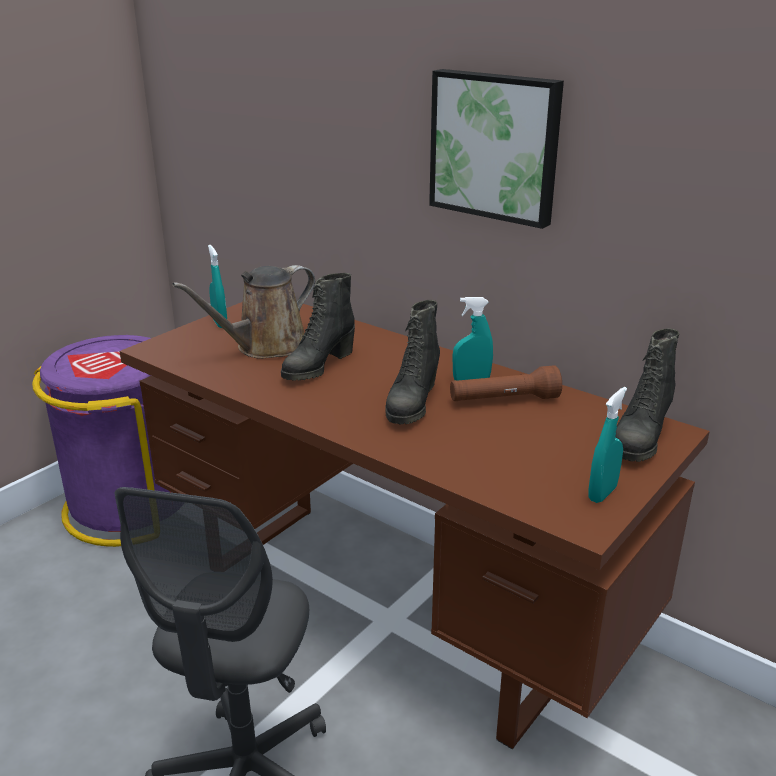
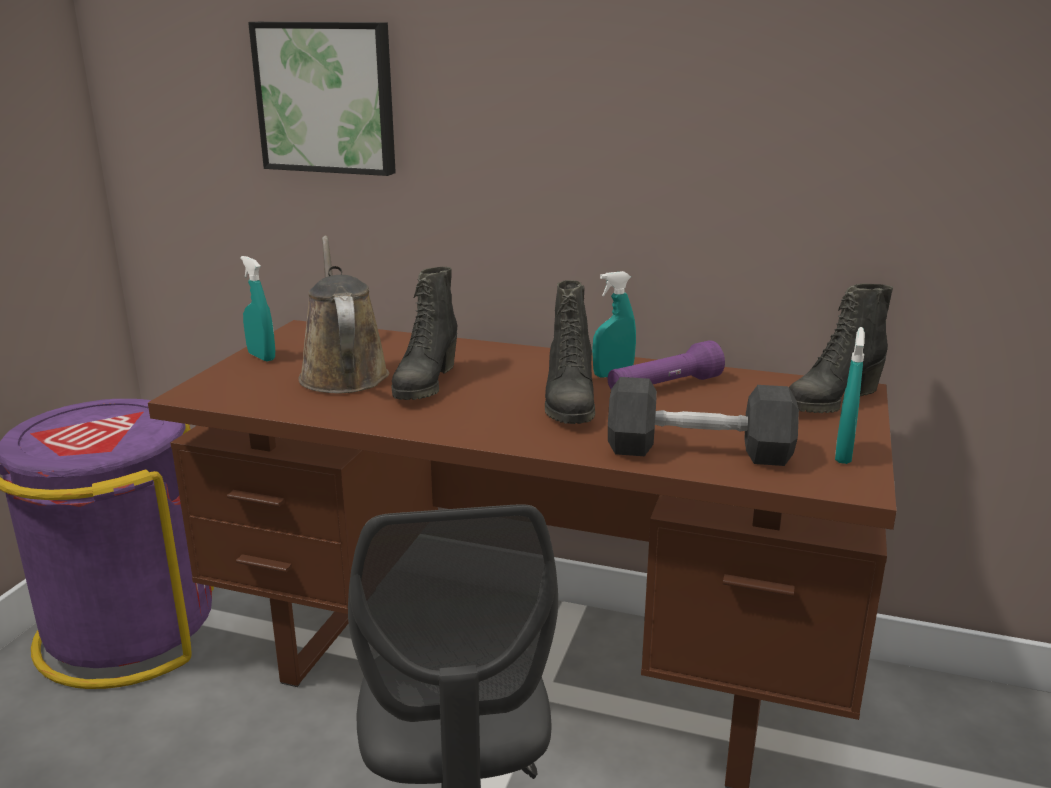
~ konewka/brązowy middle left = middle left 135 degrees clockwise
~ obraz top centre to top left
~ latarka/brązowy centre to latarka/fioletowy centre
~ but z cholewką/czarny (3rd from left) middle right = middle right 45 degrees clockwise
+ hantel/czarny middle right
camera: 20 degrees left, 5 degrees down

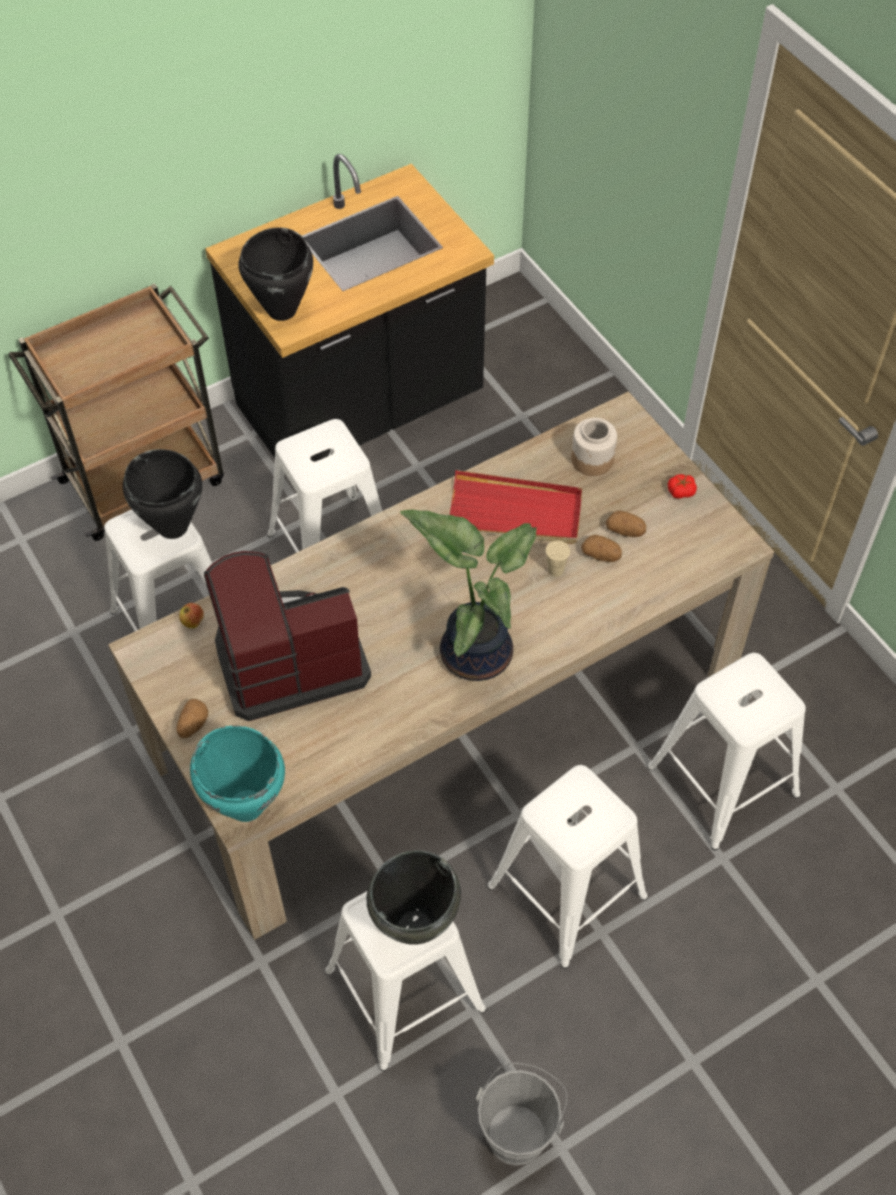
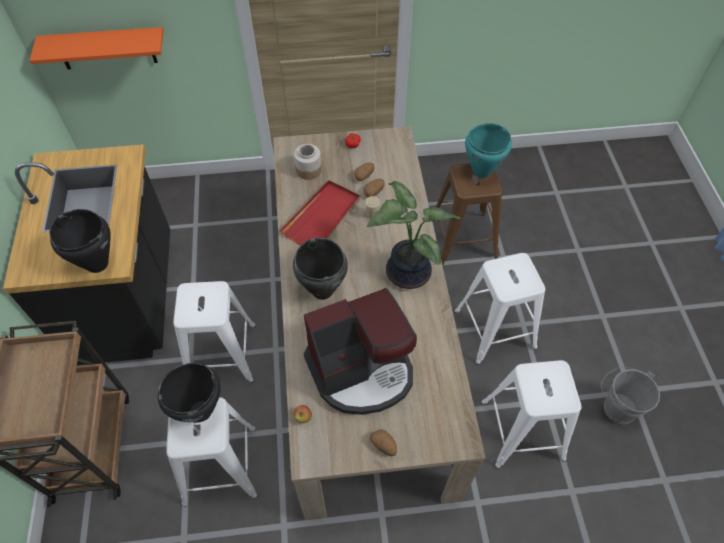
~ garnek/turkusowy middle left to top right
~ ekspres do kawy middle left = centre 120 degrees counterclockwise
~ garnek/czarny (3rd from left) bottom centre to centre
~ stołek/biały (5th from left) middle right to stołek/brązowy centre
+ półka/pomarańczowy top left
camera: 65 degrees left, 0 degrees up

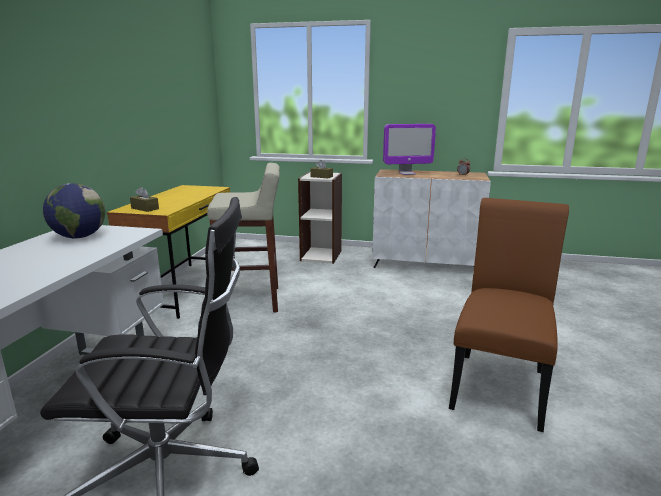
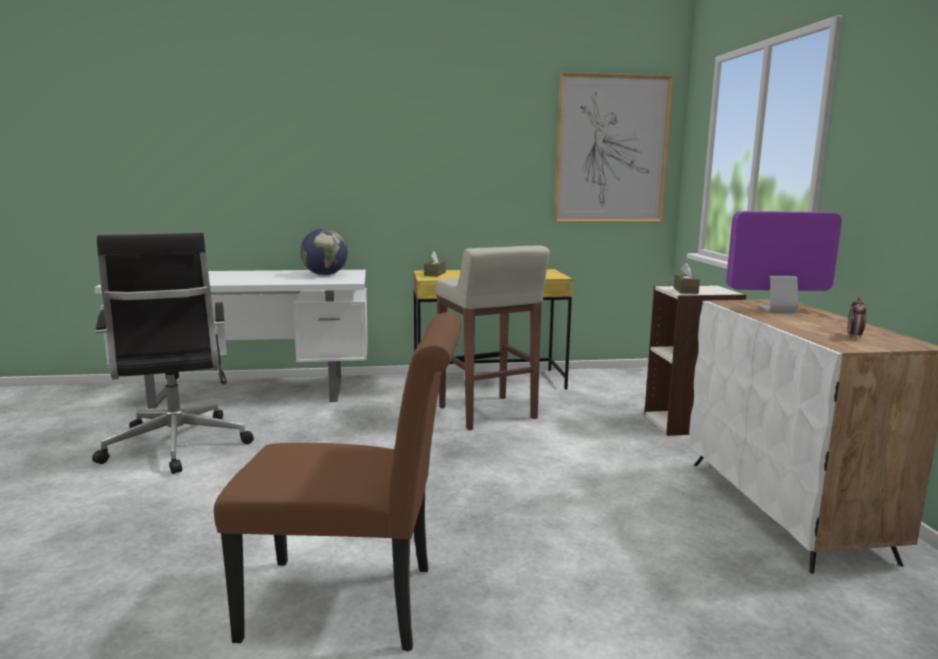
~ monitor top centre = middle right 120 degrees clockwise
+ obraz top centre
camera: 70 degrees right, 5 degrees down

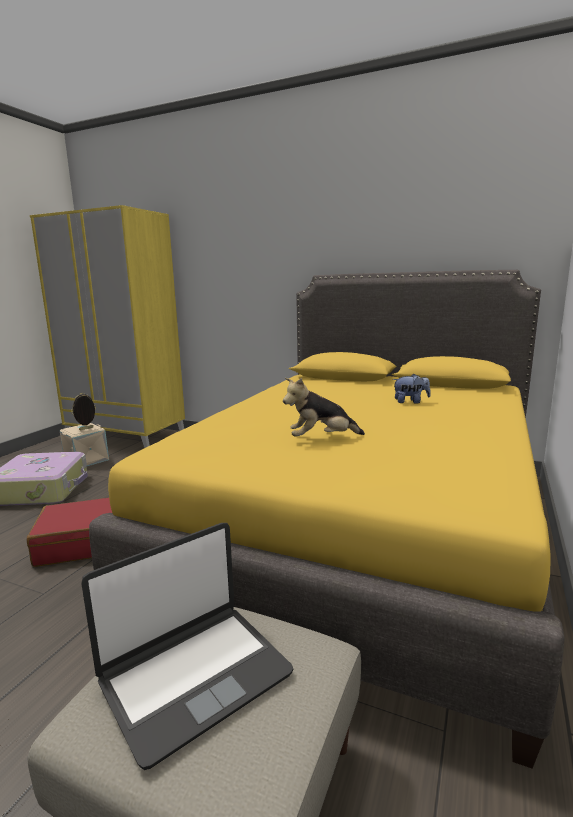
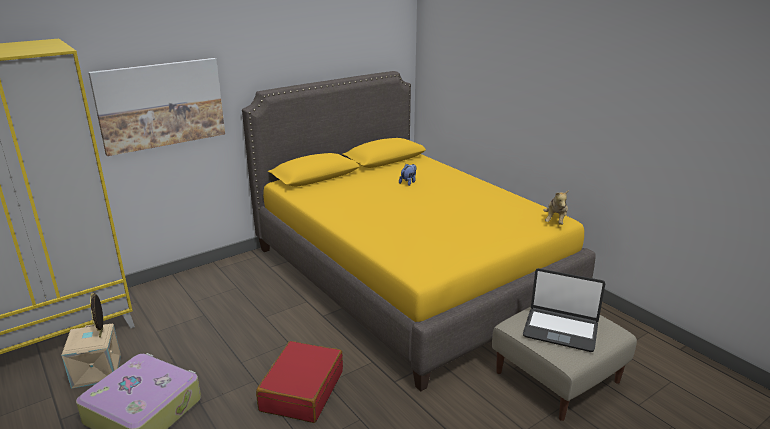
~ laptop bottom left = bottom right 120 degrees clockwise
~ pluszak (1st from left in the first image) centre to pluszak (2nd from left) middle right
+ obraz top left
camera: 60 degrees left, 10 degrees up

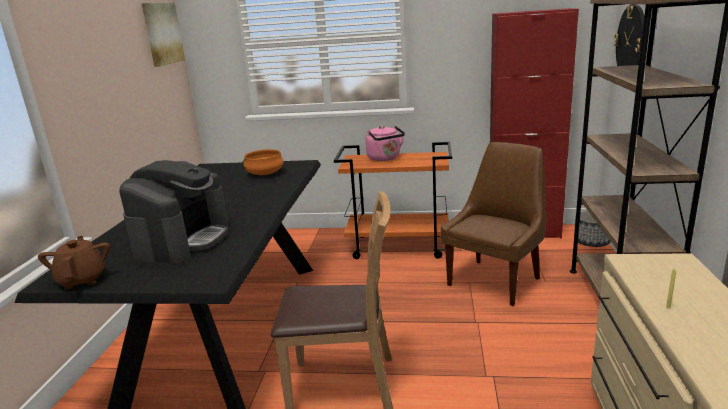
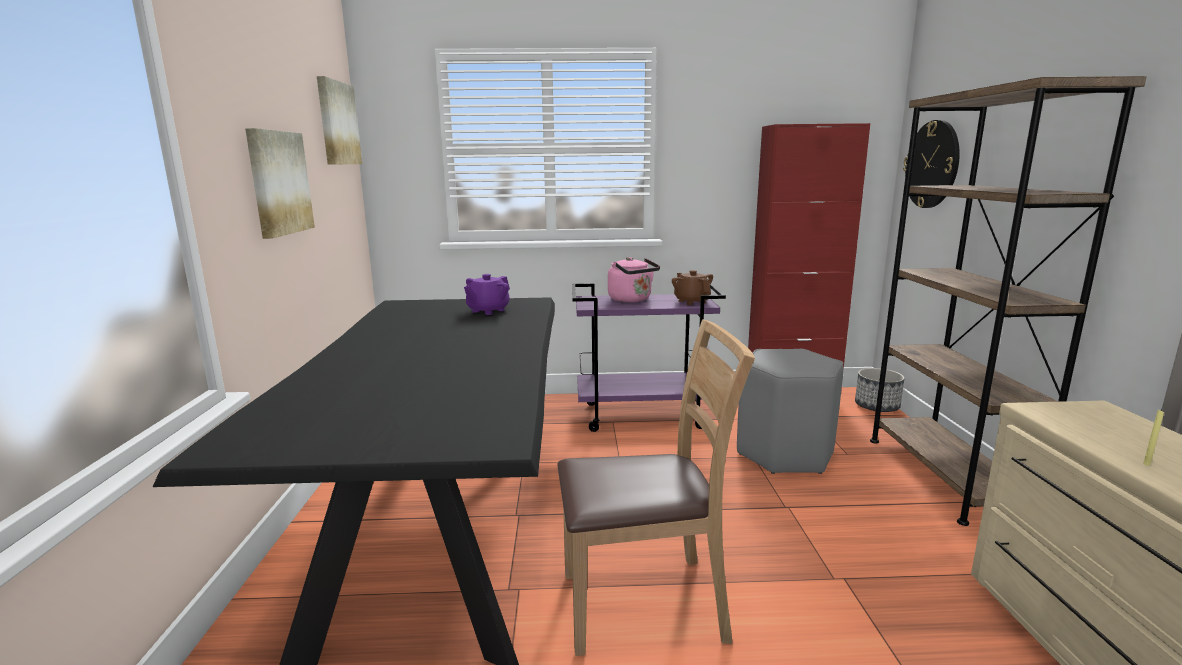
~ imbryk/brązowy middle left to centre
- ekspres do kawy middle left
~ garnek/pomarańczowy centre to imbryk/fioletowy centre
~ wózek/pomarańczowy centre to wózek/fioletowy centre
~ krzesło/brązowy (2nd from left) middle right to stołek/szary middle right
+ obraz (1st from left) top left
camera: 10 degrees left, 5 degrees down

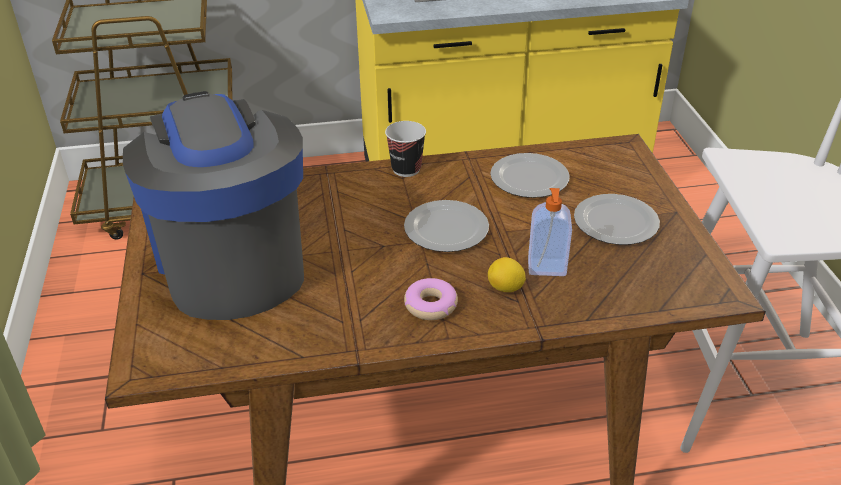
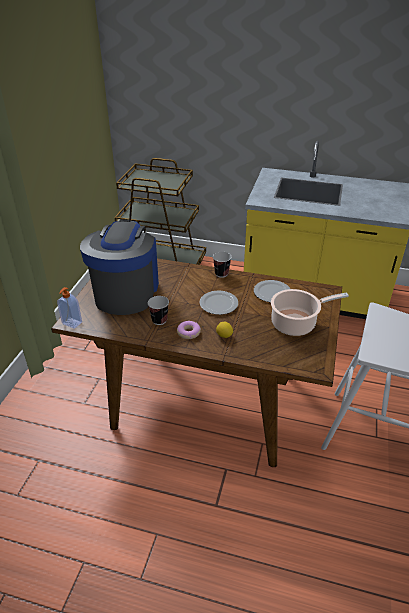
~ dozownik mydła centre to middle left
~ talerz (3rd from left) middle right to garnek middle right
+ filiżanka (1st from left) centre
camera: 25 degrees right, 0 degrees up

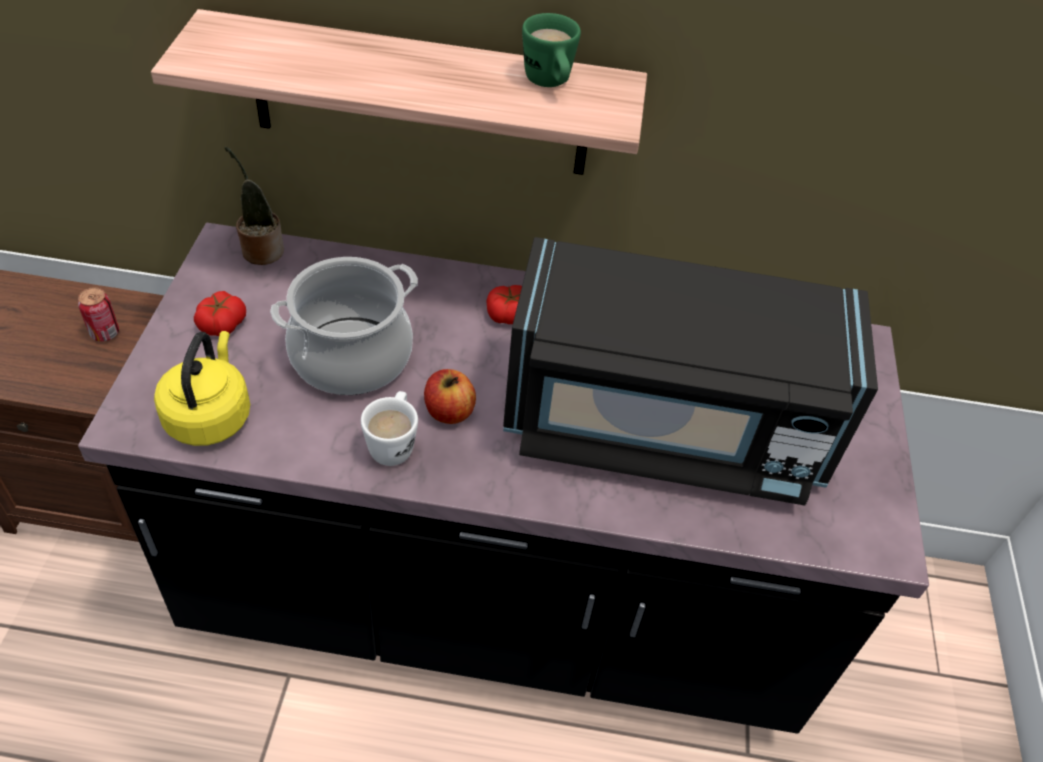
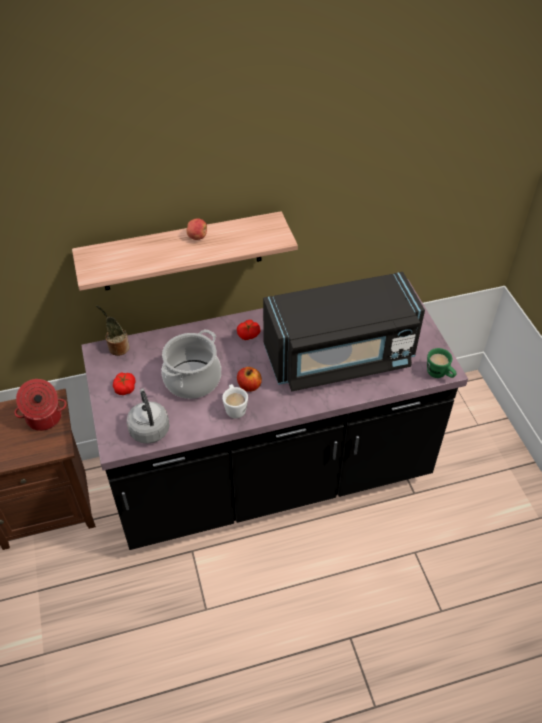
~ puszka middle left to garnek (1st from left) middle left
~ czajnik/żółty middle left to czajnik/szary middle left
~ kubek/zielony top centre to middle right
+ jabłko (1st from left) top centre
camera: 20 degrees left, 0 degrees up

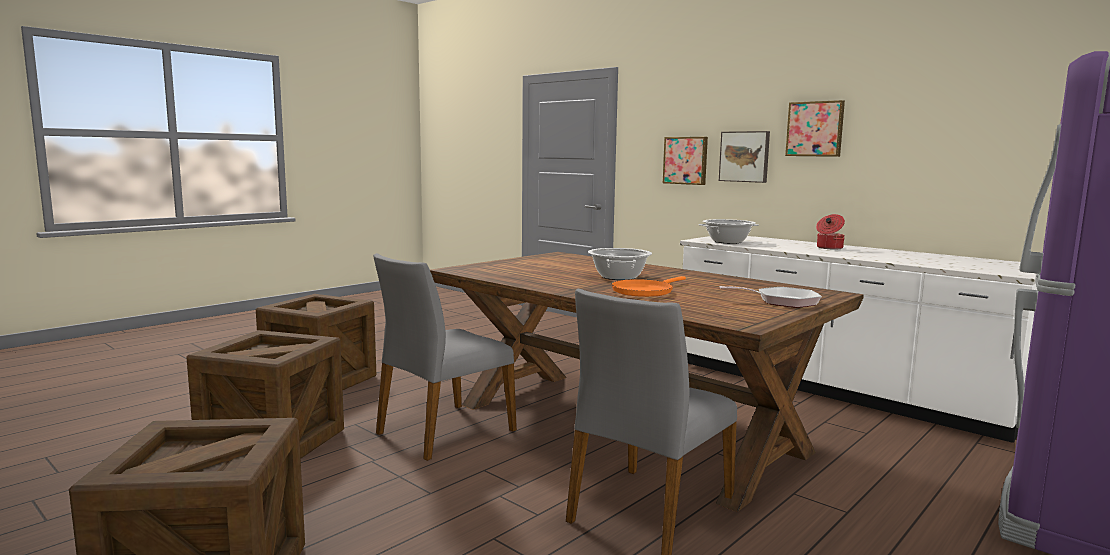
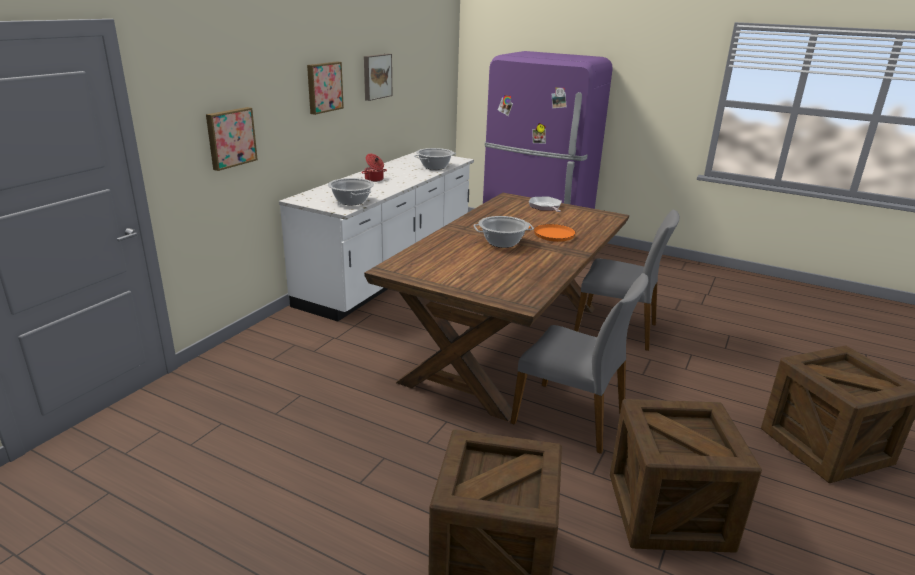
~ obraz (2nd from left in the first image) top right to obraz (3rd from left) top centre
+ garnek (3rd from left) top centre
camera: 105 degrees left, 15 degrees up

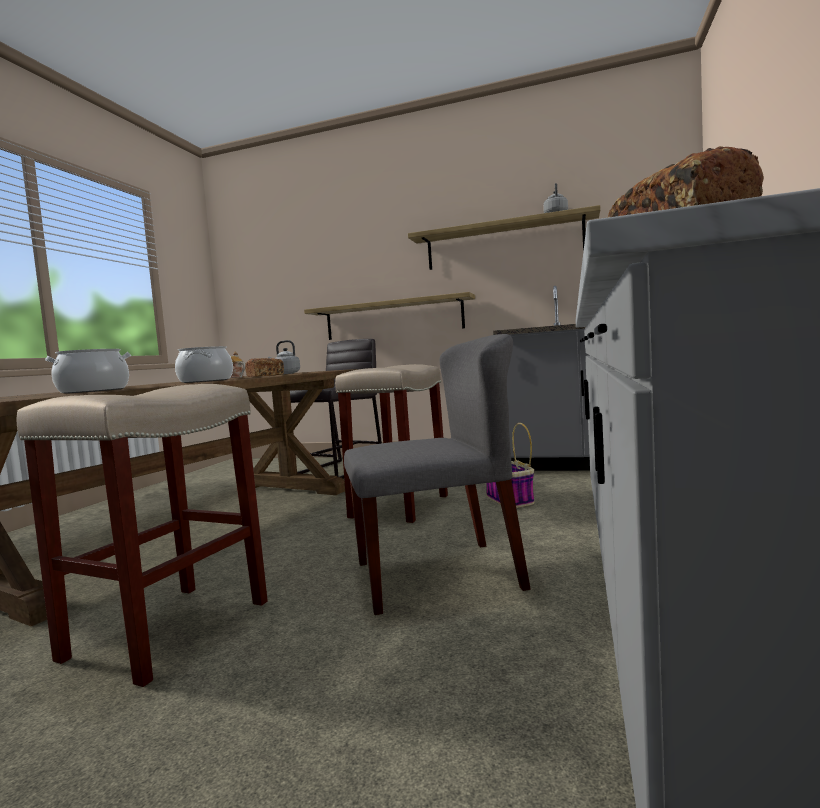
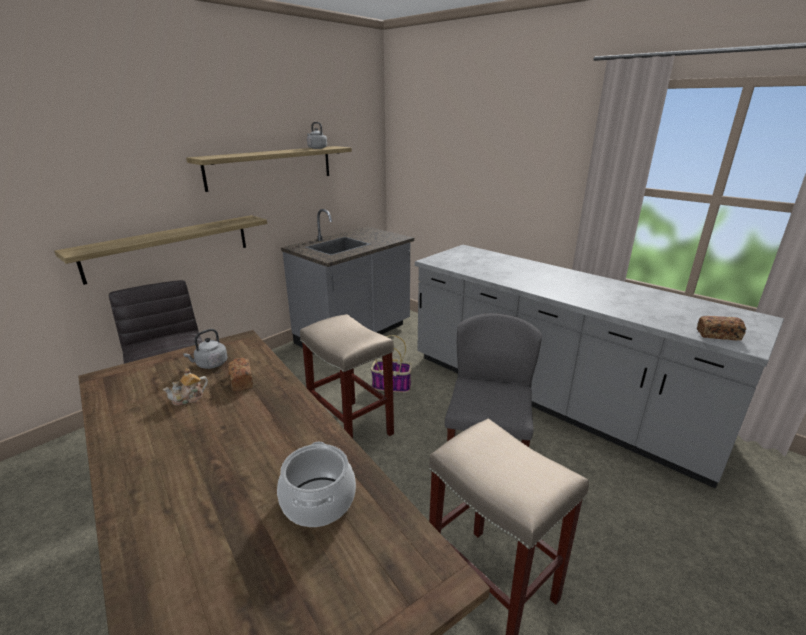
- garnek (2nd from left) middle left
camera: 65 degrees left, 20 degrees up

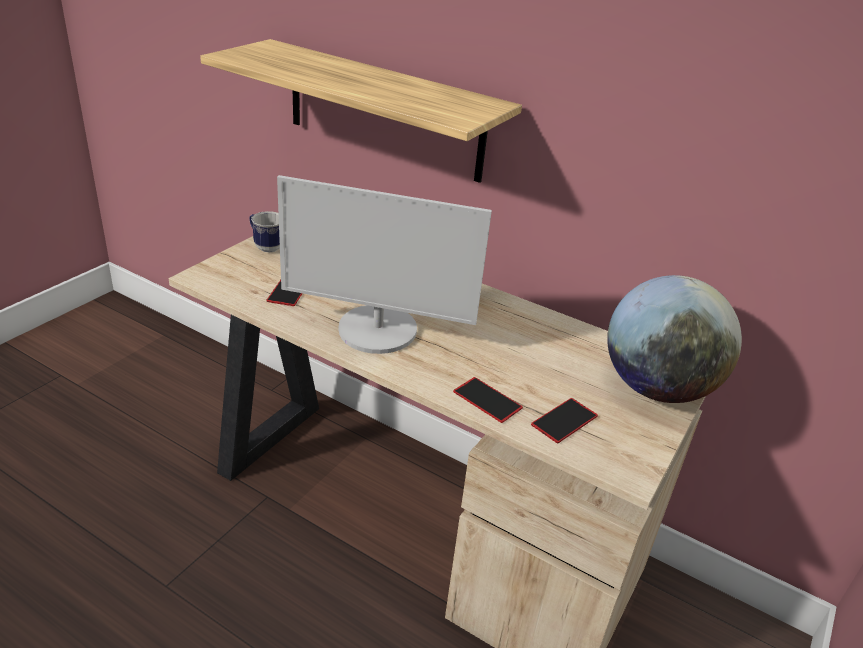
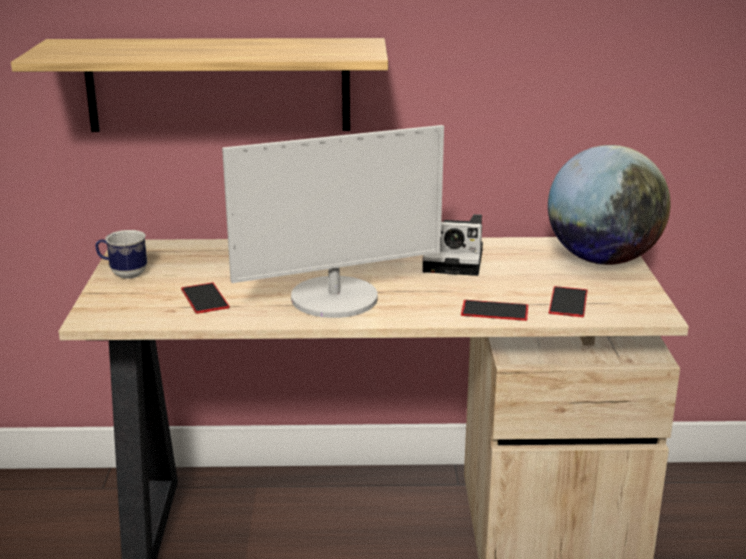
+ aparat fotograficzny centre
camera: 30 degrees left, 10 degrees down

